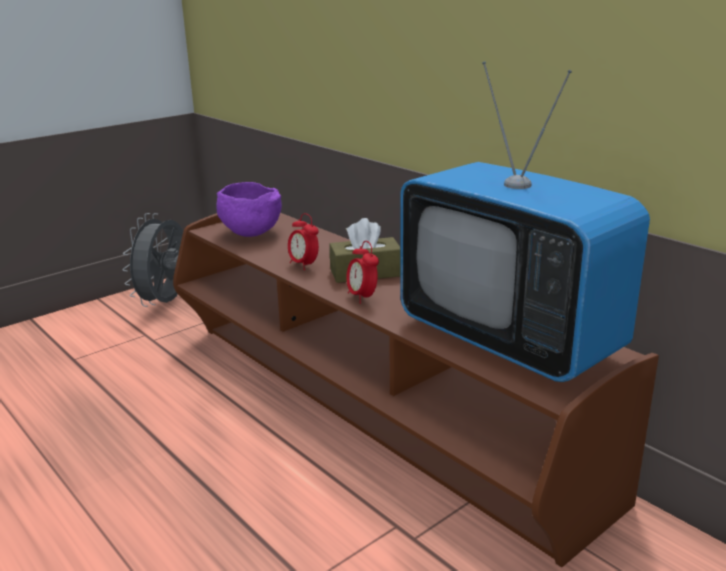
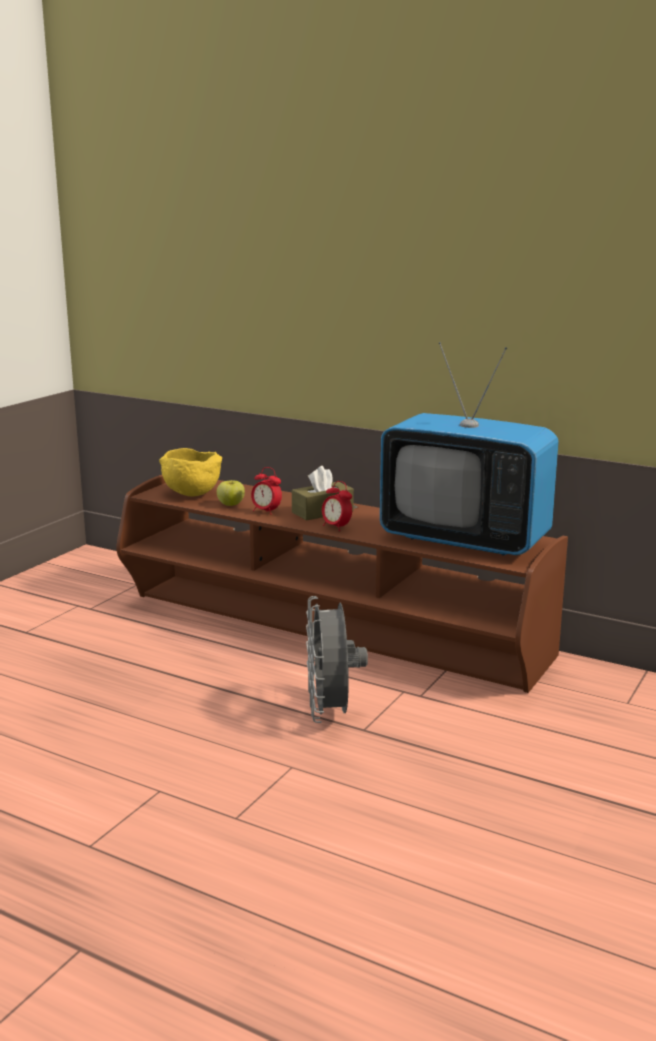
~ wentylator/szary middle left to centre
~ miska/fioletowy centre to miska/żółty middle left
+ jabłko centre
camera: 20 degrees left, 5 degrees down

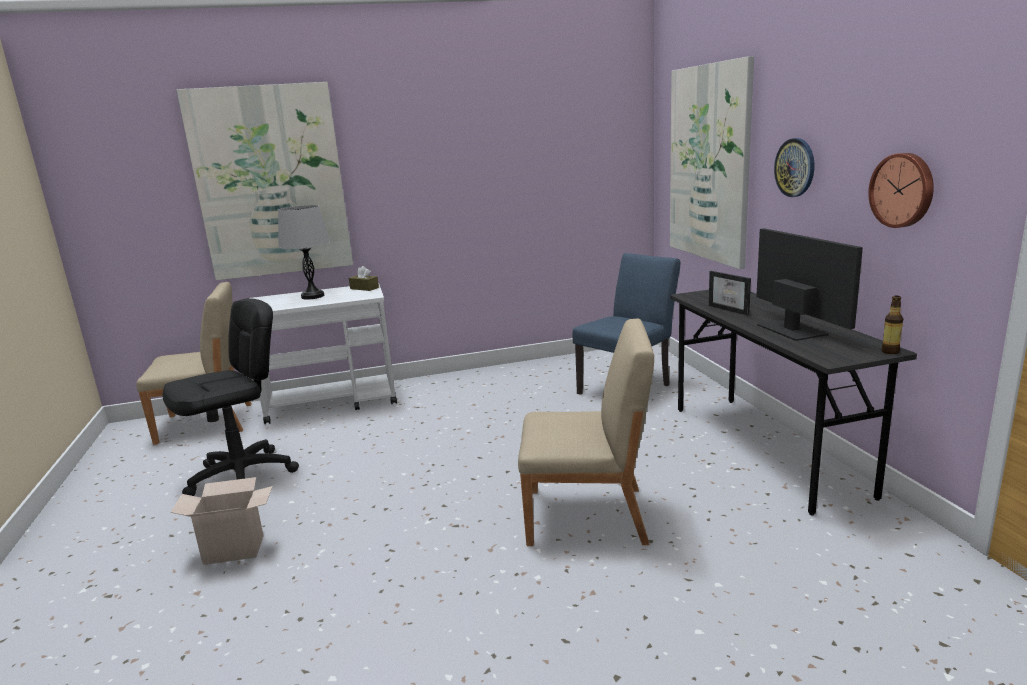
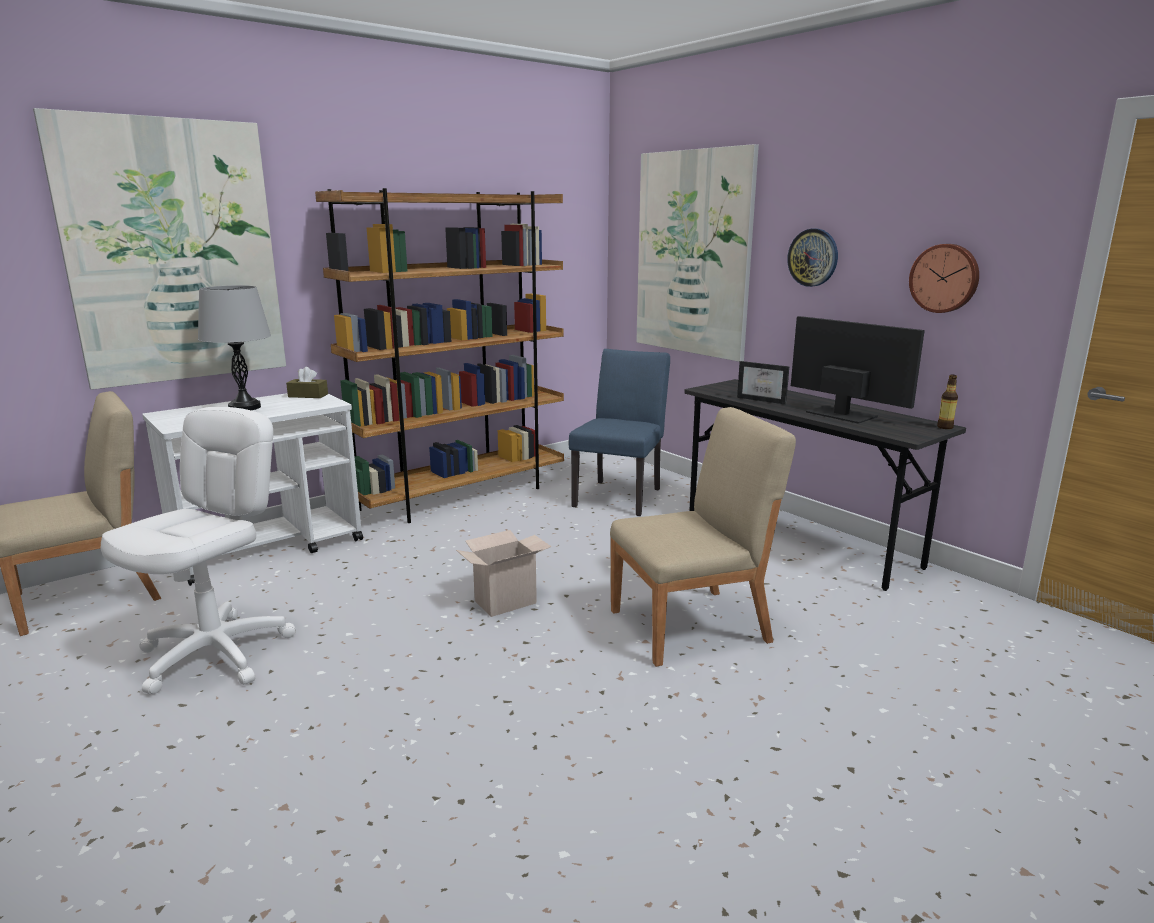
~ krzesło biurowe/czarny middle left to krzesło biurowe/biały middle left
~ karton bottom left to centre
+ regał/brązowy centre
camera: 25 degrees left, 0 degrees up

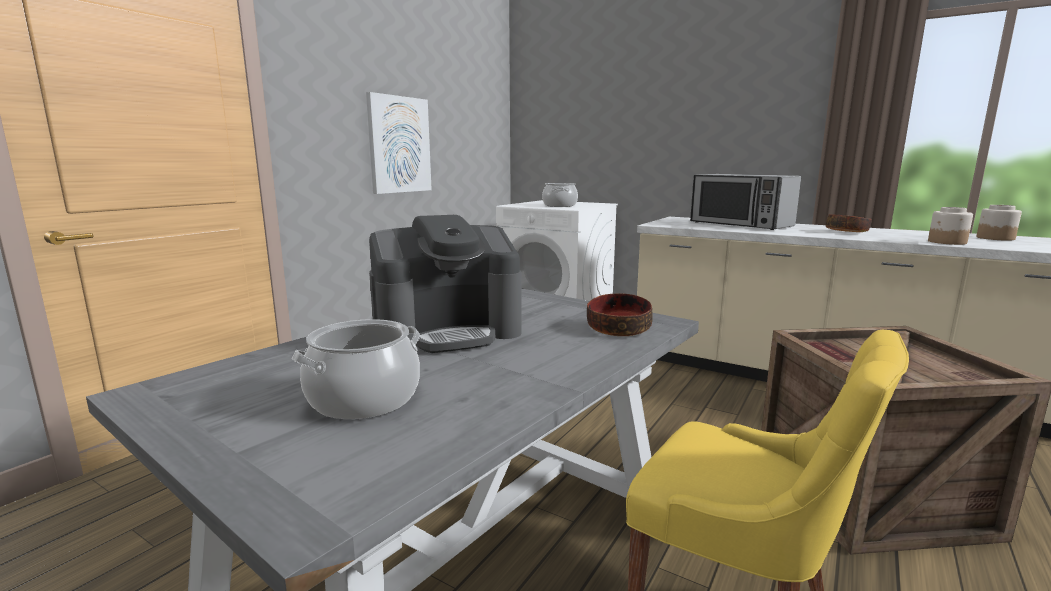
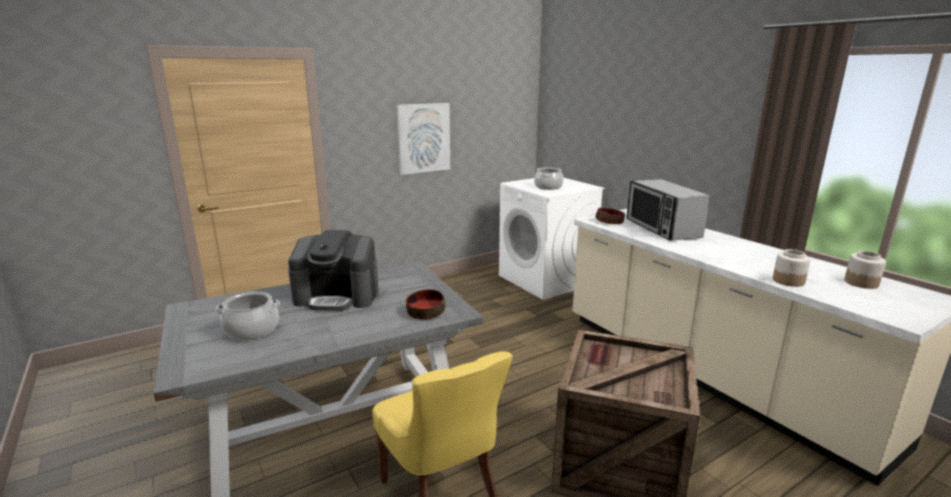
~ miska (2nd from left) middle right to centre
camera: 25 degrees right, 5 degrees up

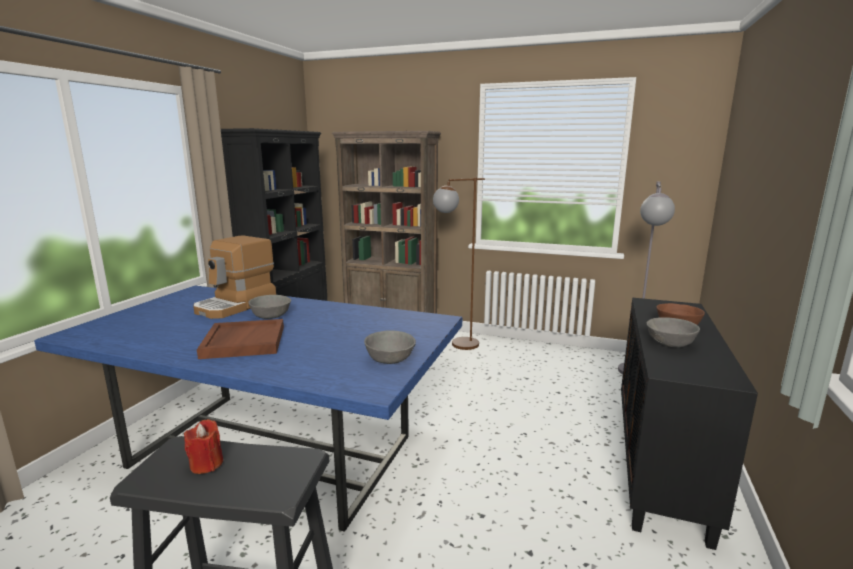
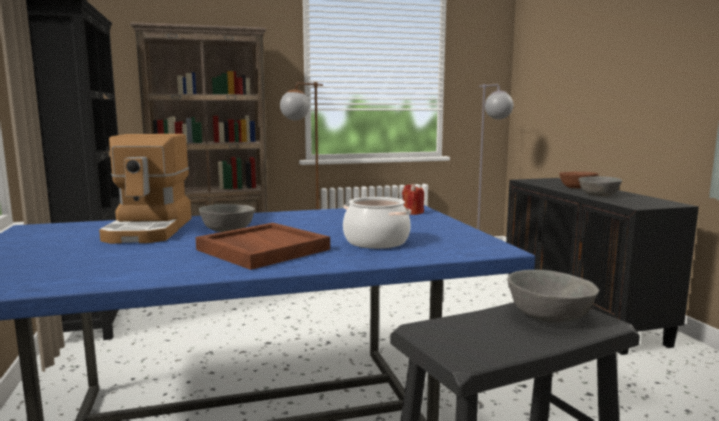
~ świeca/czerwony bottom left to centre
~ miska/szary (2nd from left) centre to bottom right
+ garnek centre
camera: 35 degrees left, 5 degrees down

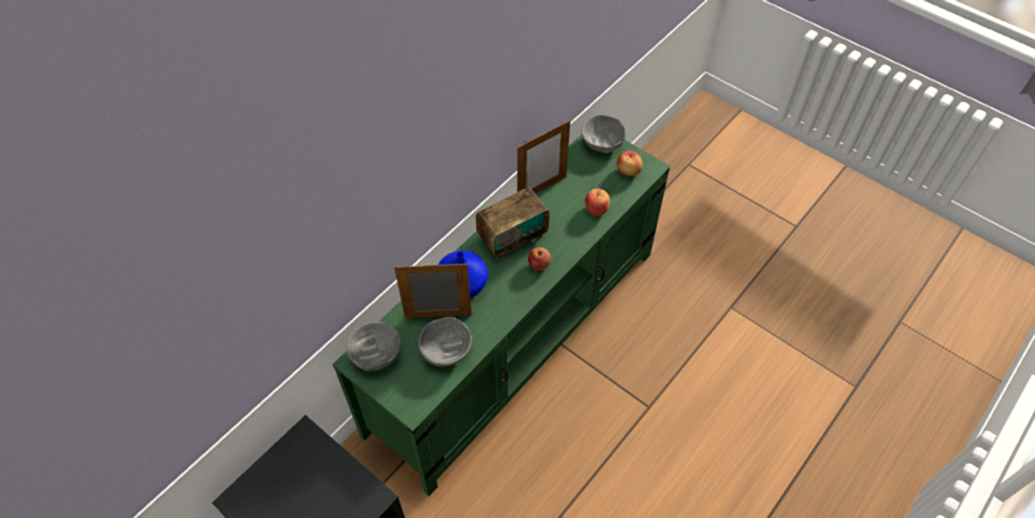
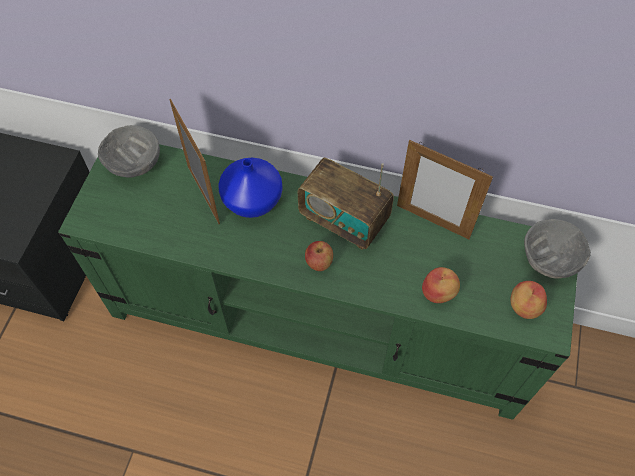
- miska/szary (2nd from left) centre
camera: 65 degrees right, 5 degrees up

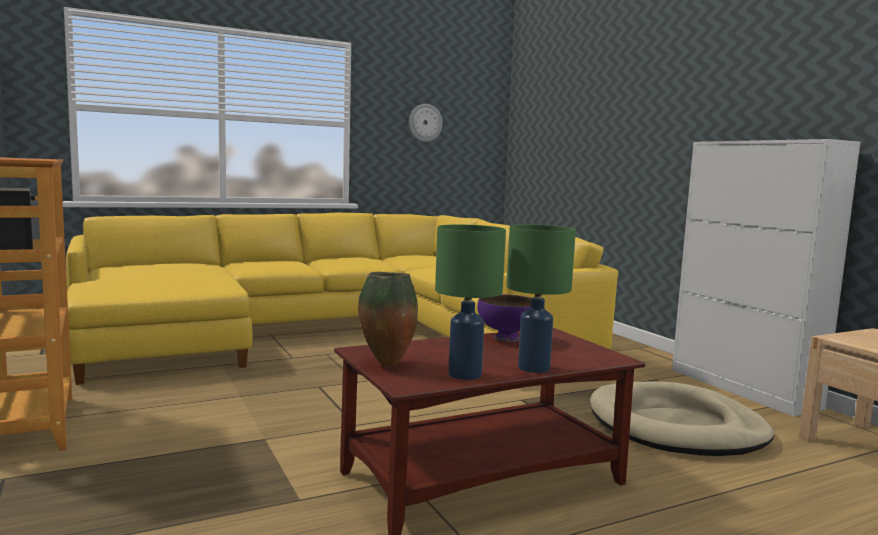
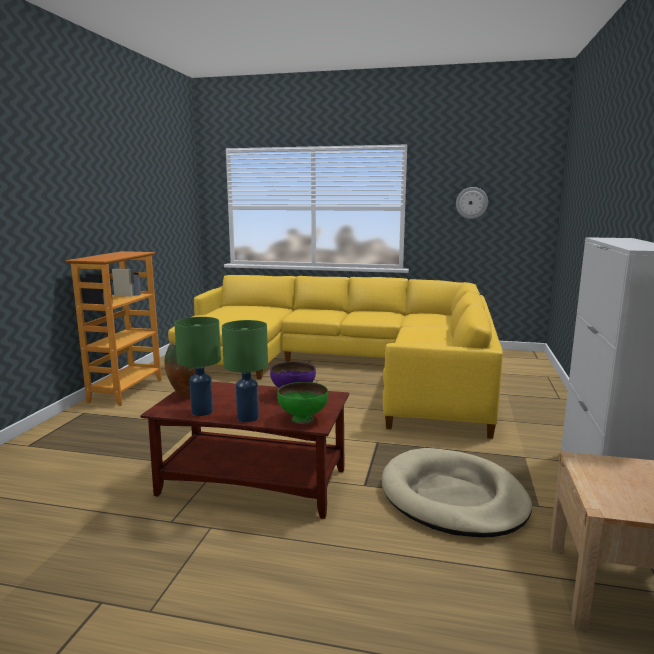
+ miska/zielony centre
camera: 40 degrees right, 5 degrees up

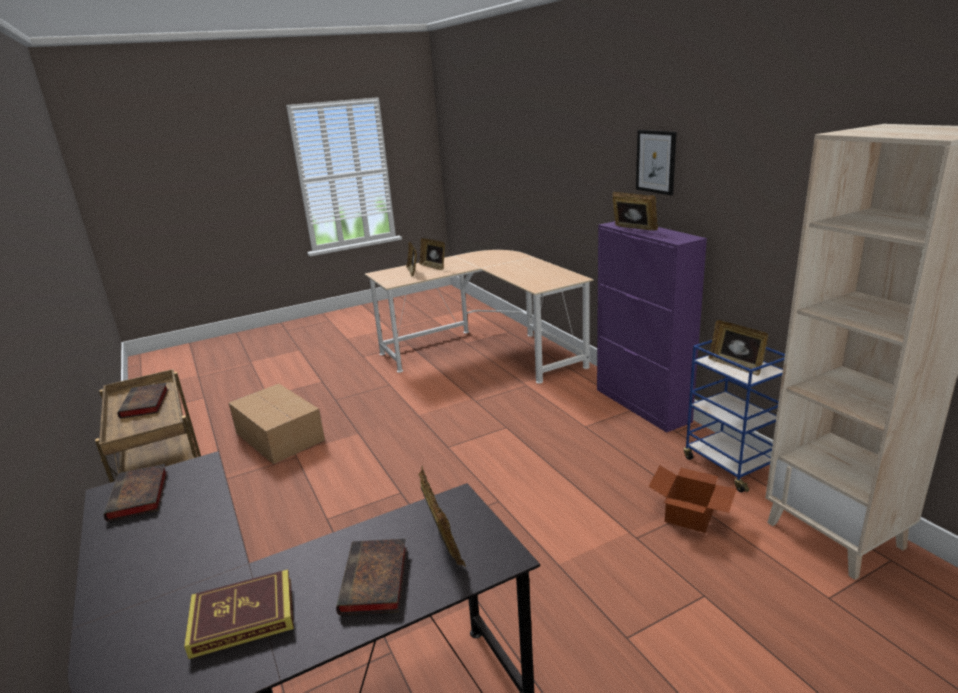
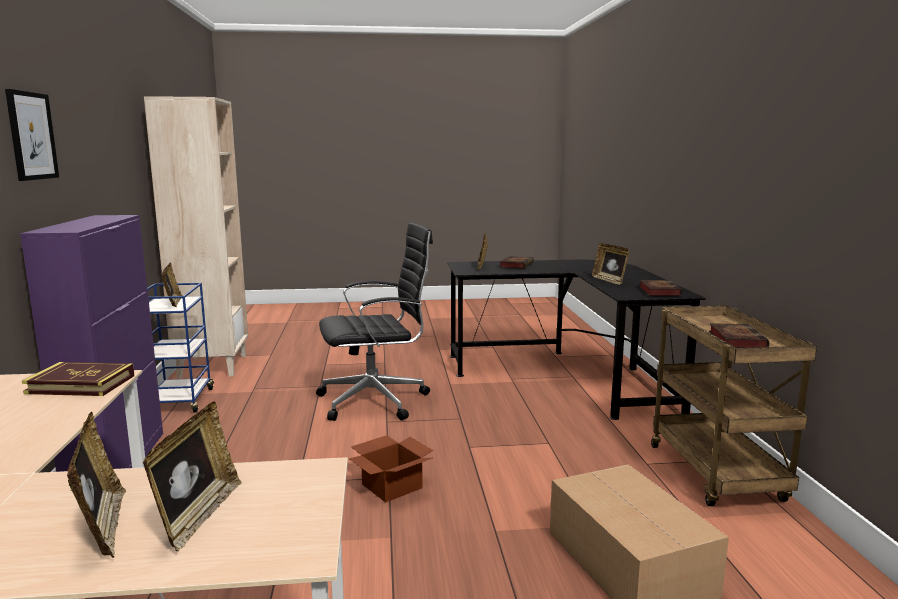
~ książka (3rd from left in the first image) bottom left to książka (1st from left) middle left
~ ramka na zdjęcie (4th from left in the first image) top centre to ramka na zdjęcie (5th from left) middle right
~ karton (2nd from left in the first image) bottom right to karton (1st from left) bottom centre
+ krzesło biurowe/czarny centre
camera: 160 degrees left, 10 degrees down

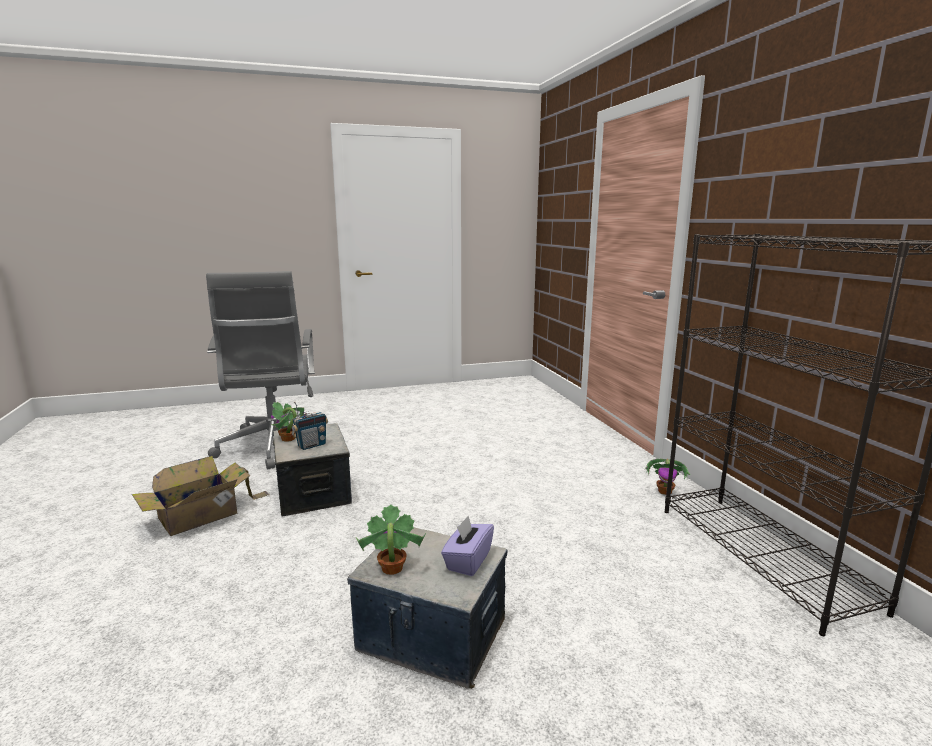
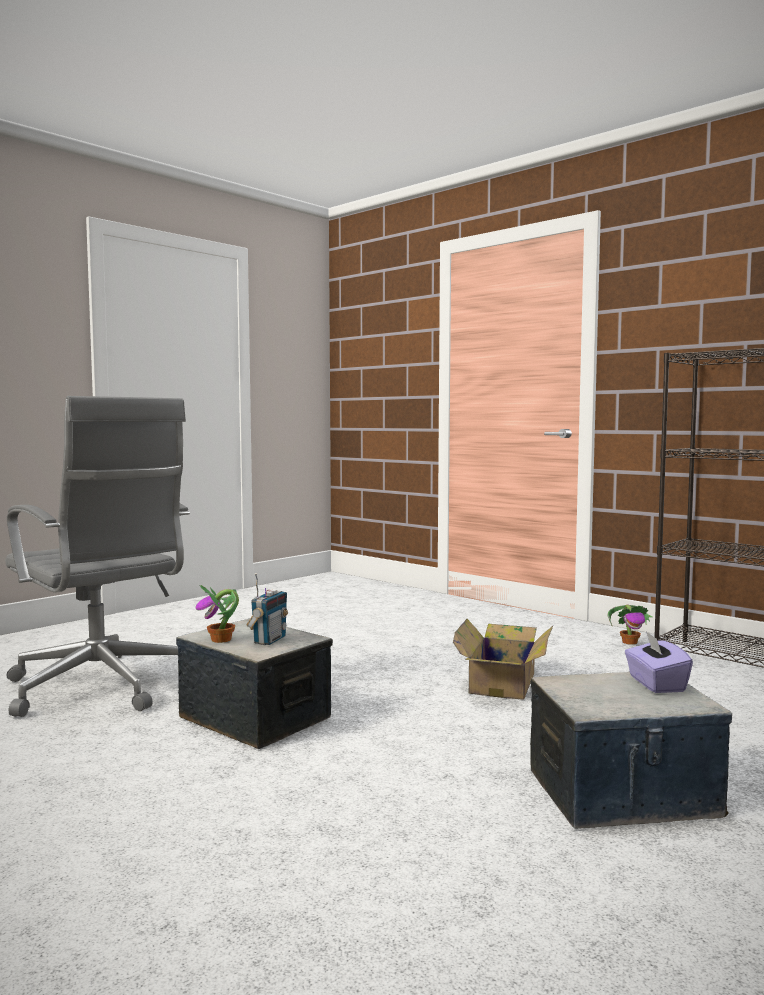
~ karton middle left to centre
- roślina doniczkowa (2nd from left) bottom centre
camera: 30 degrees left, 10 degrees down

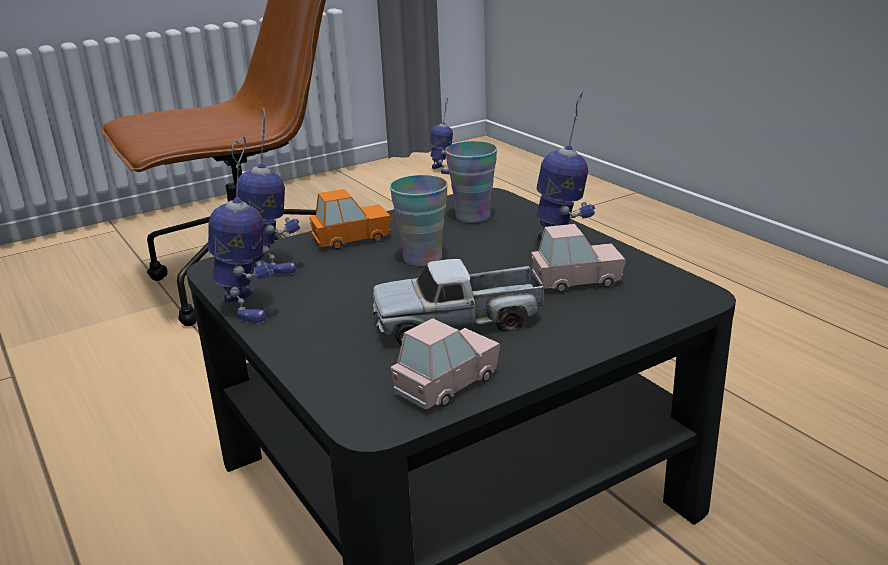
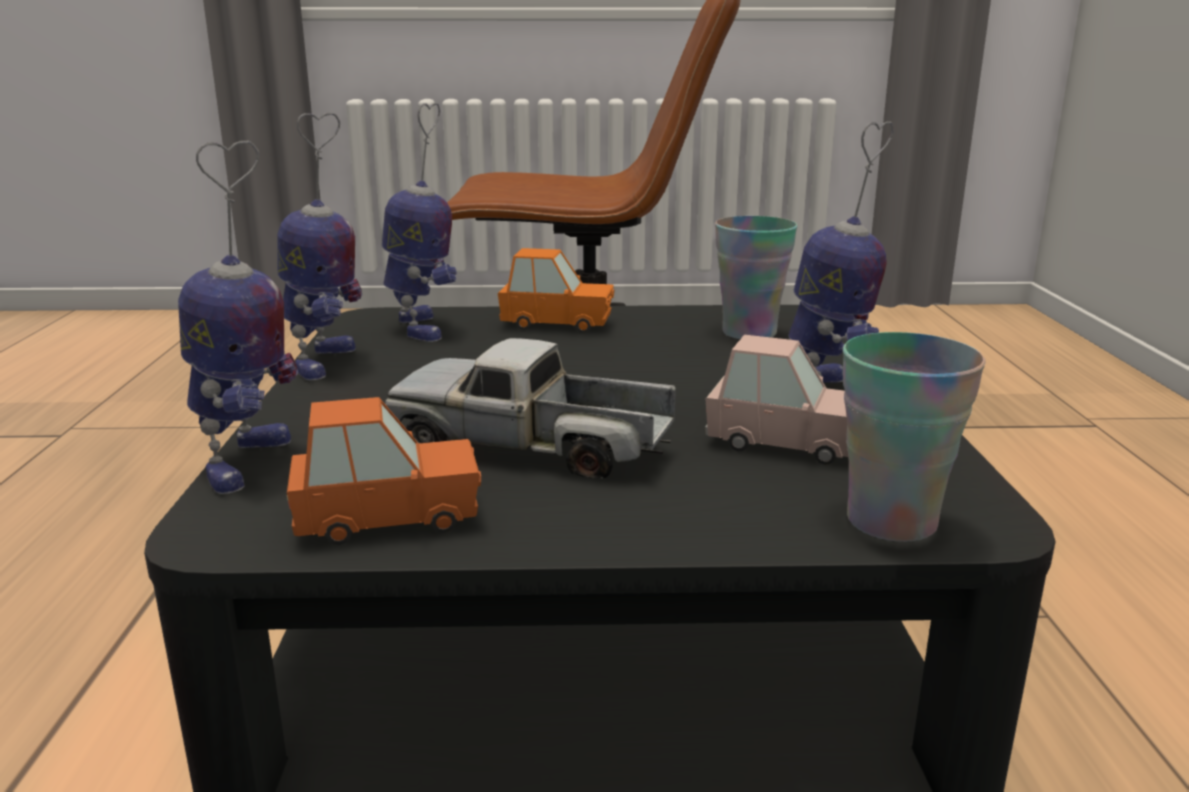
~ filiżanka (1st from left in the first image) centre to filiżanka (2nd from left) middle right
~ samochodzik/różowy (1st from left) centre to samochodzik/pomarańczowy (1st from left) middle left
~ robot zabawkowy (3rd from left in the first image) top centre to robot zabawkowy (1st from left) middle left
camera: 30 degrees right, 5 degrees down

